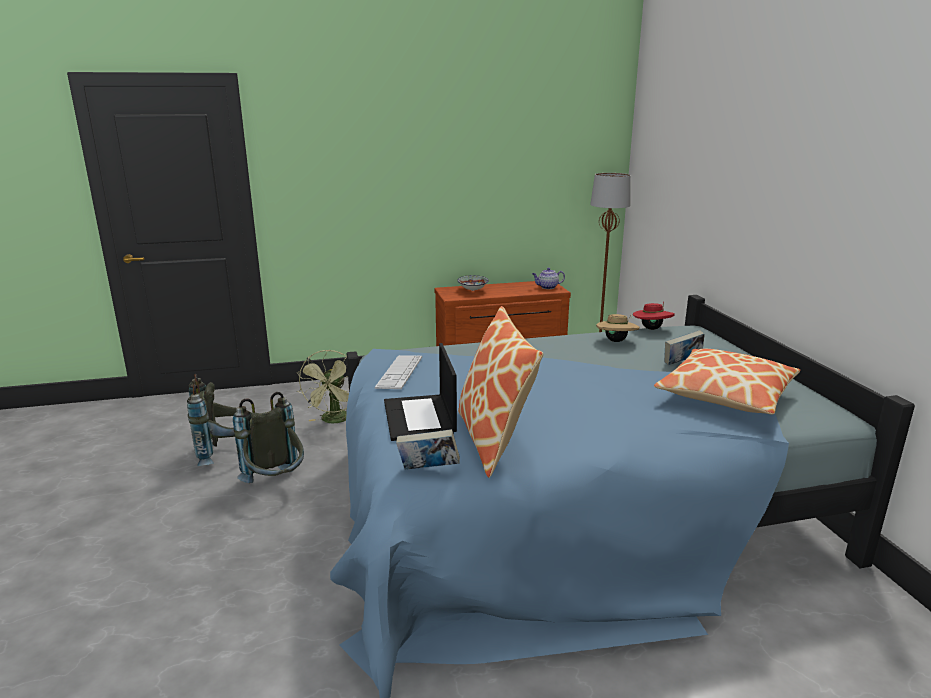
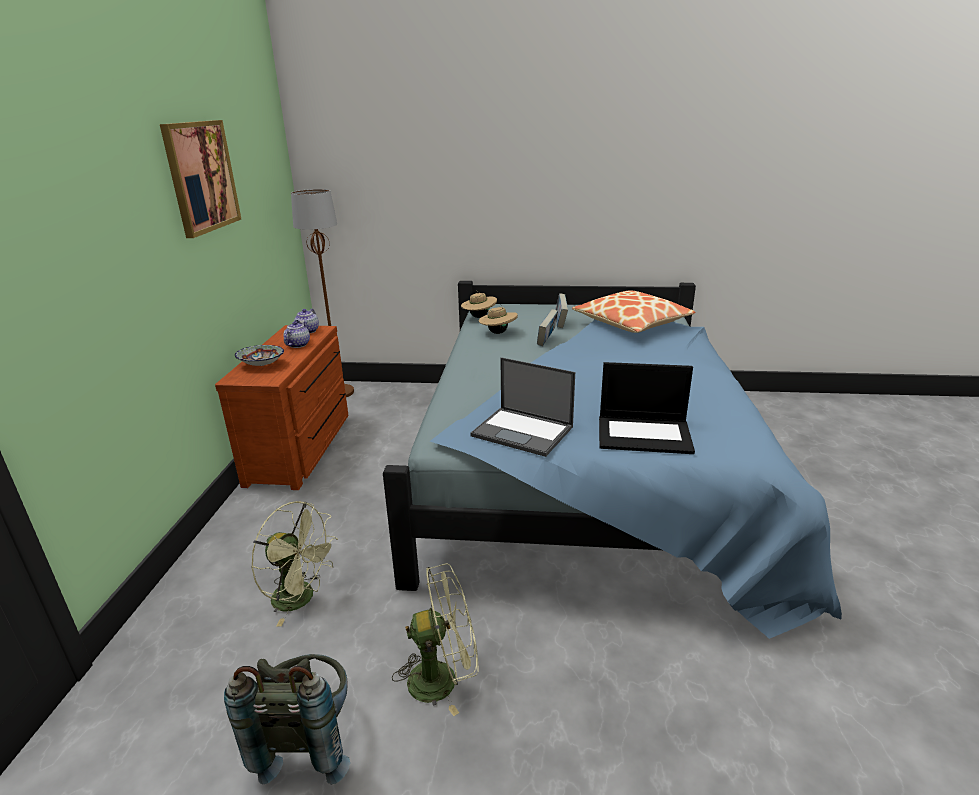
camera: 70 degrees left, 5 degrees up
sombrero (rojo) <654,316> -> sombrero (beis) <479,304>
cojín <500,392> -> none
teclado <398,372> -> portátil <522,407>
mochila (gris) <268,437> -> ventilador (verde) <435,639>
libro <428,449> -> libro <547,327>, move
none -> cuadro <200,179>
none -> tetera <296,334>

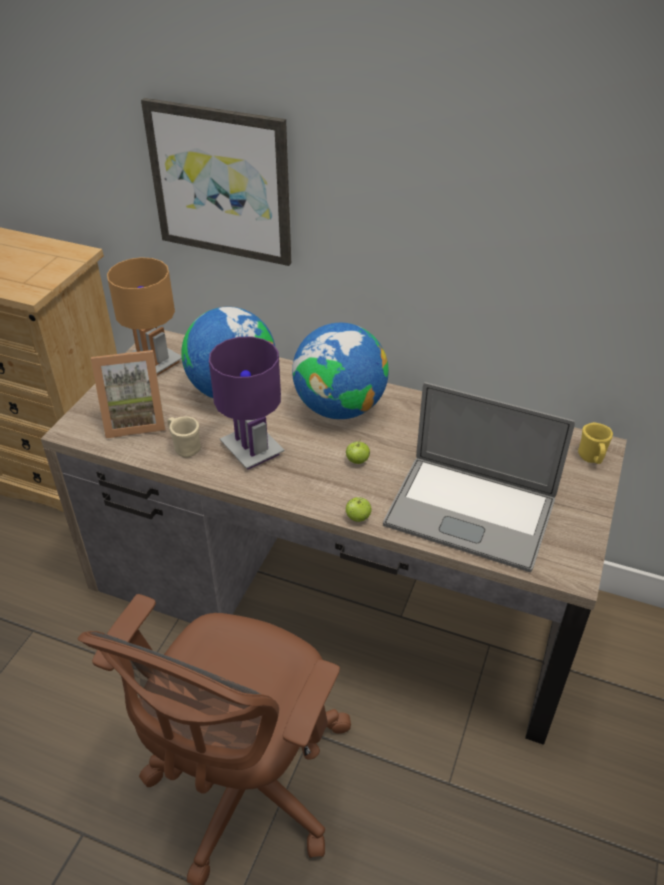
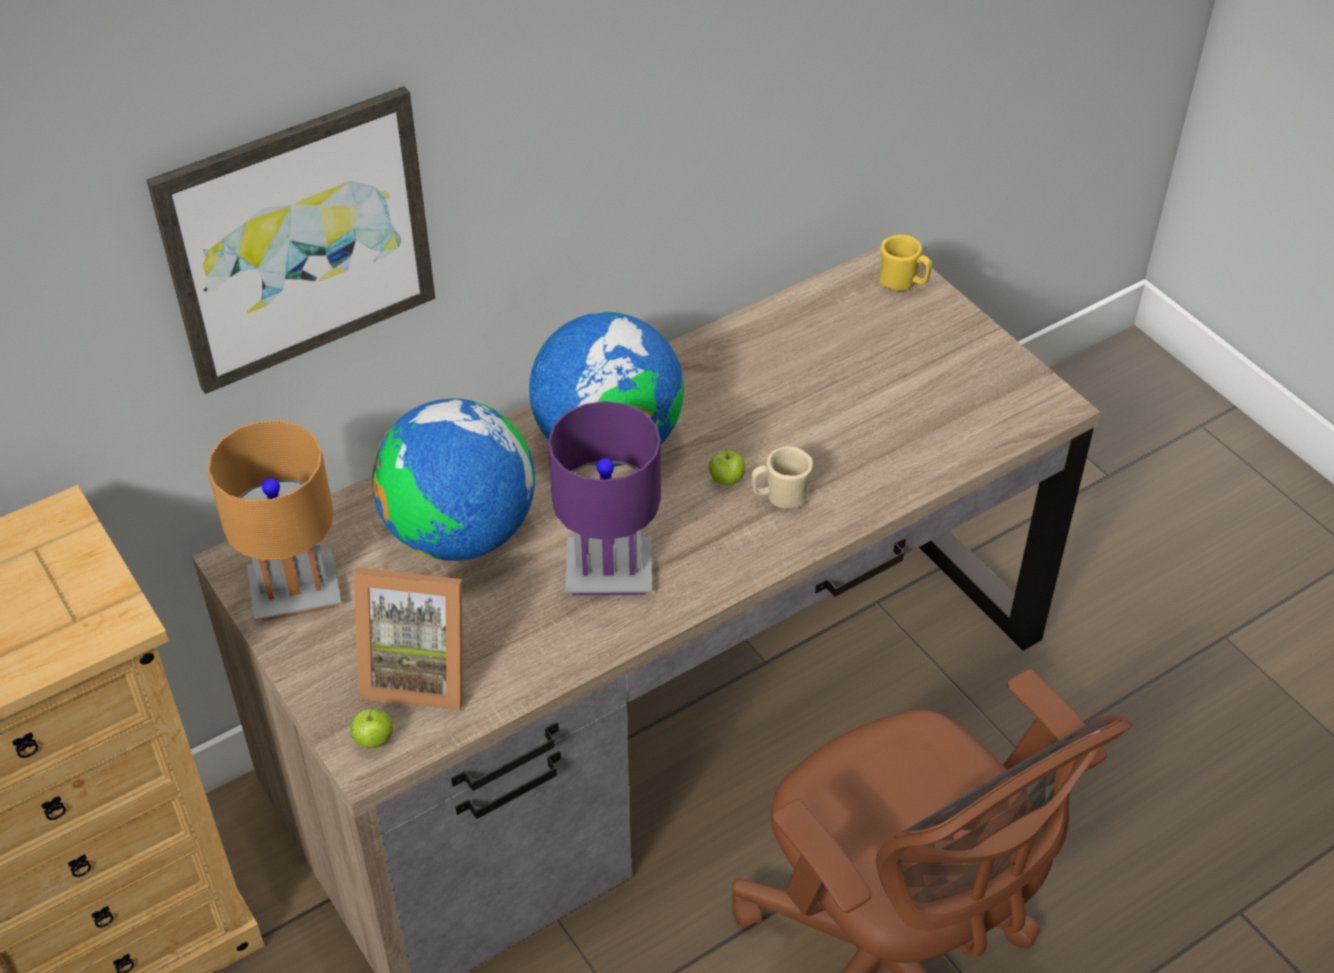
camera: 55 degrees left, 5 degrees up
portarretratos <128,394> -> portarretratos <408,639>, 75 degrees clockwise
portátil <479,477> -> none
taza grande (beis) <184,437> -> taza grande (beis) <782,477>, move
manzana <359,509> -> manzana <371,728>, move

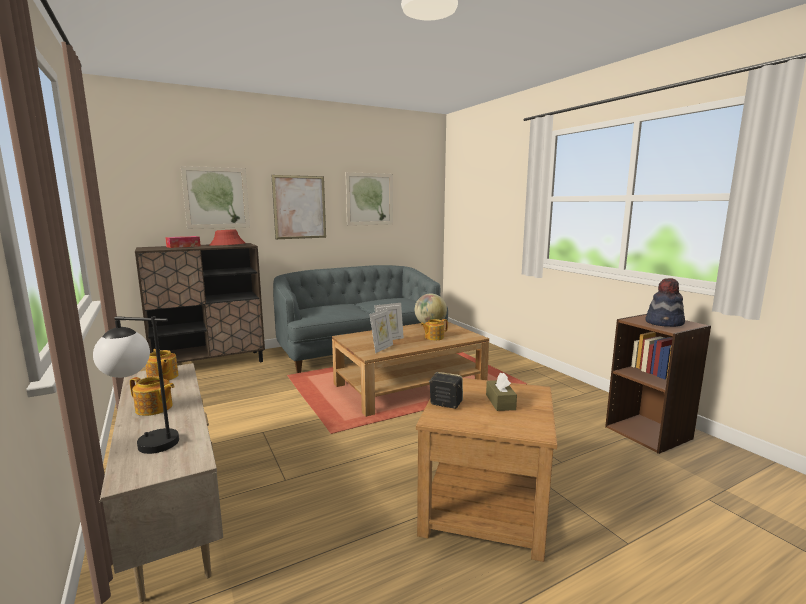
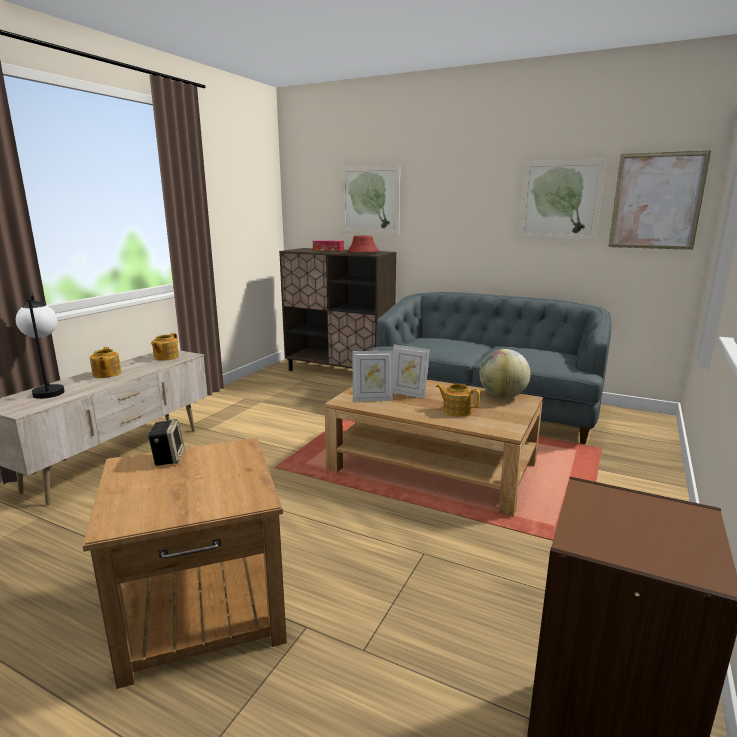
camera: 55 degrees right, 5 degrees up
cuadro <299,207> -> cuadro <659,200>, move
sombrero <665,302> -> none
caja de pañuelos (marrón) <501,392> -> none

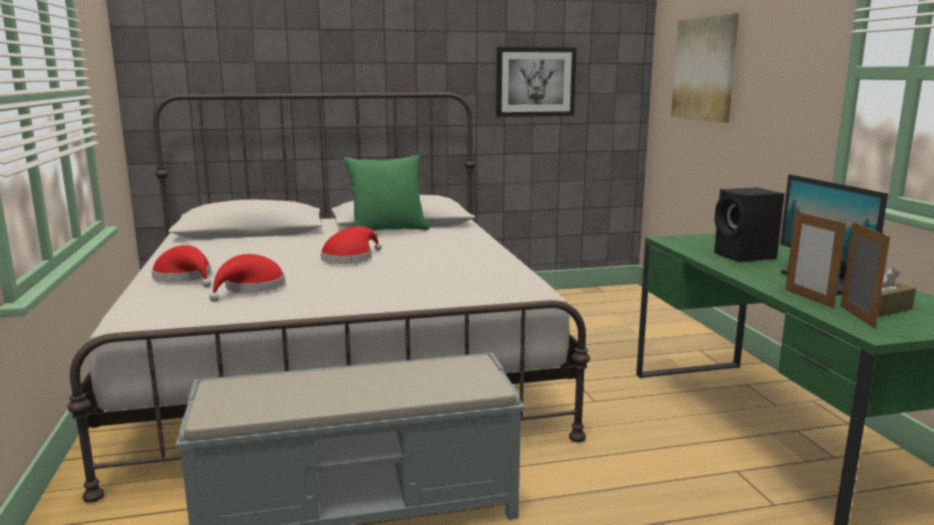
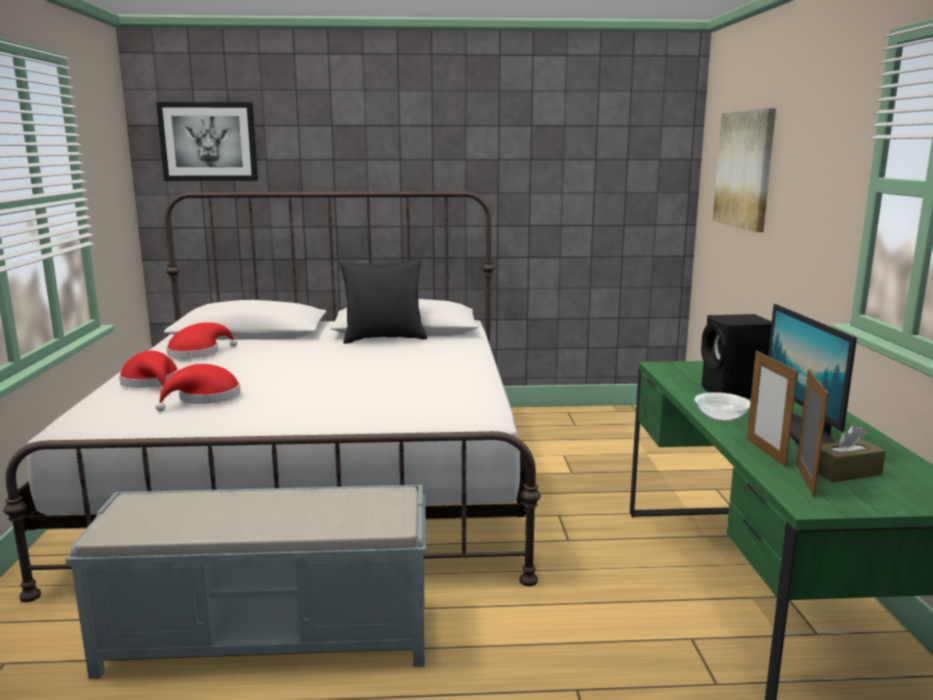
camera: 10 degrees right, 0 degrees up
cuadro <536,82> -> cuadro <207,141>, move
cojín (verde) <386,193> -> cojín (negro) <383,301>
sombrero (rojo) <351,245> -> sombrero (rojo) <201,340>, move
none -> cuenco <722,406>

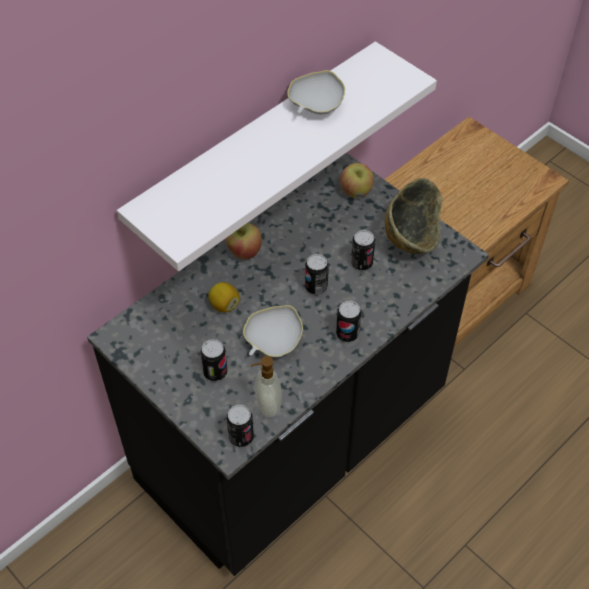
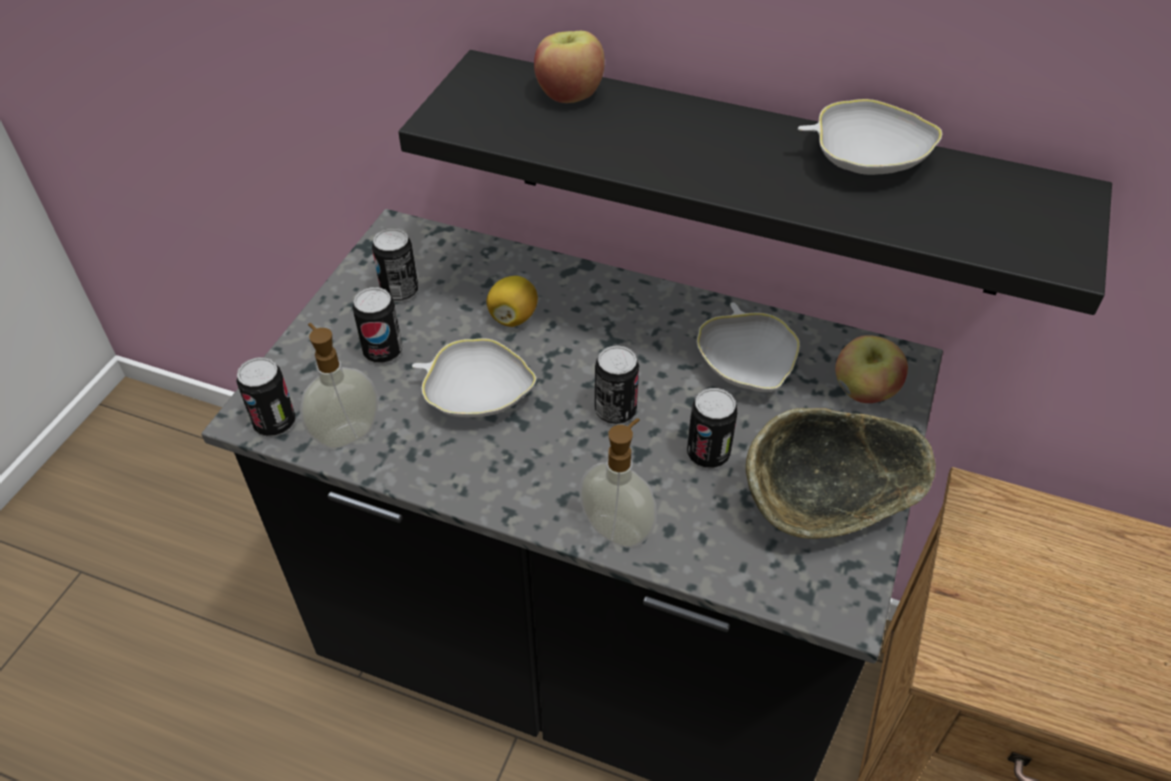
camera: 65 degrees right, 5 degrees down
estante (blanco) <277,156> -> estante (negro) <755,182>
manzana <244,241> -> manzana <569,67>, move
lata <348,321> -> lata <395,265>, move
none -> cuenco (blanco) <748,347>
none -> dispensador de jabón <618,483>

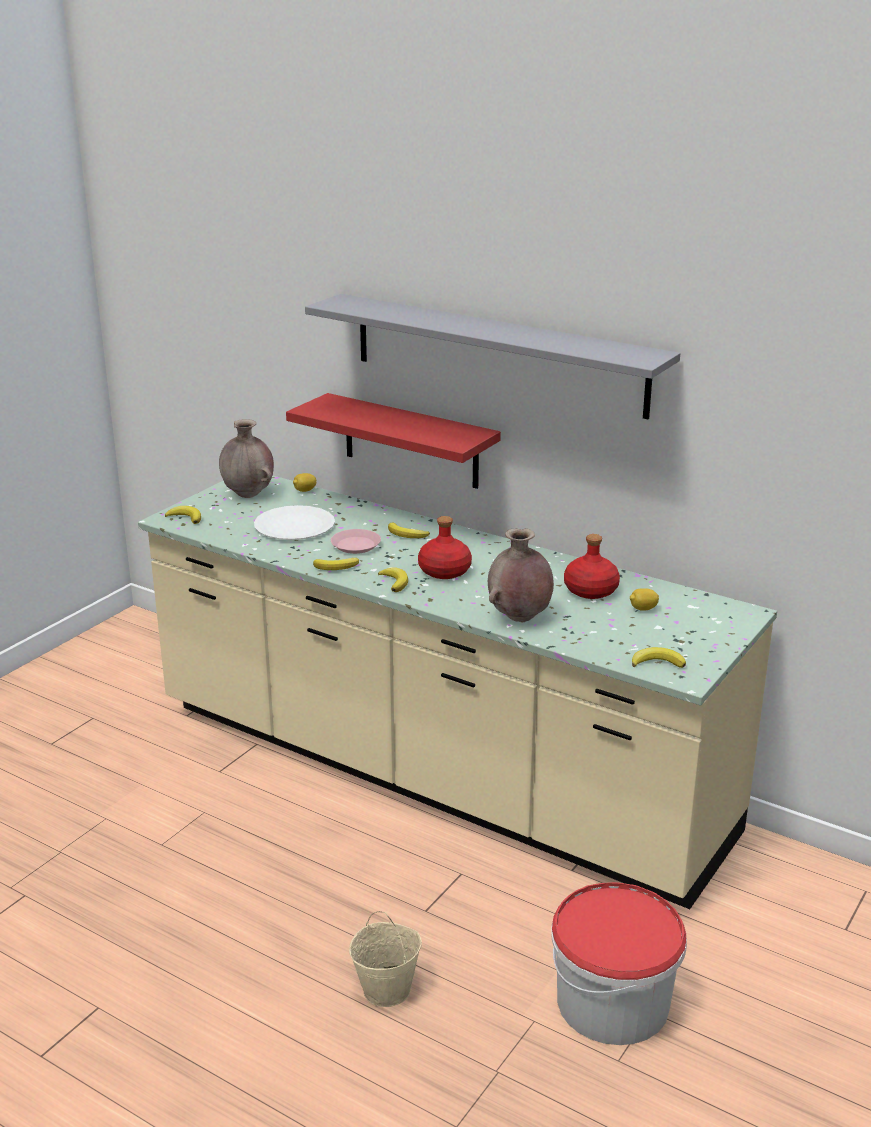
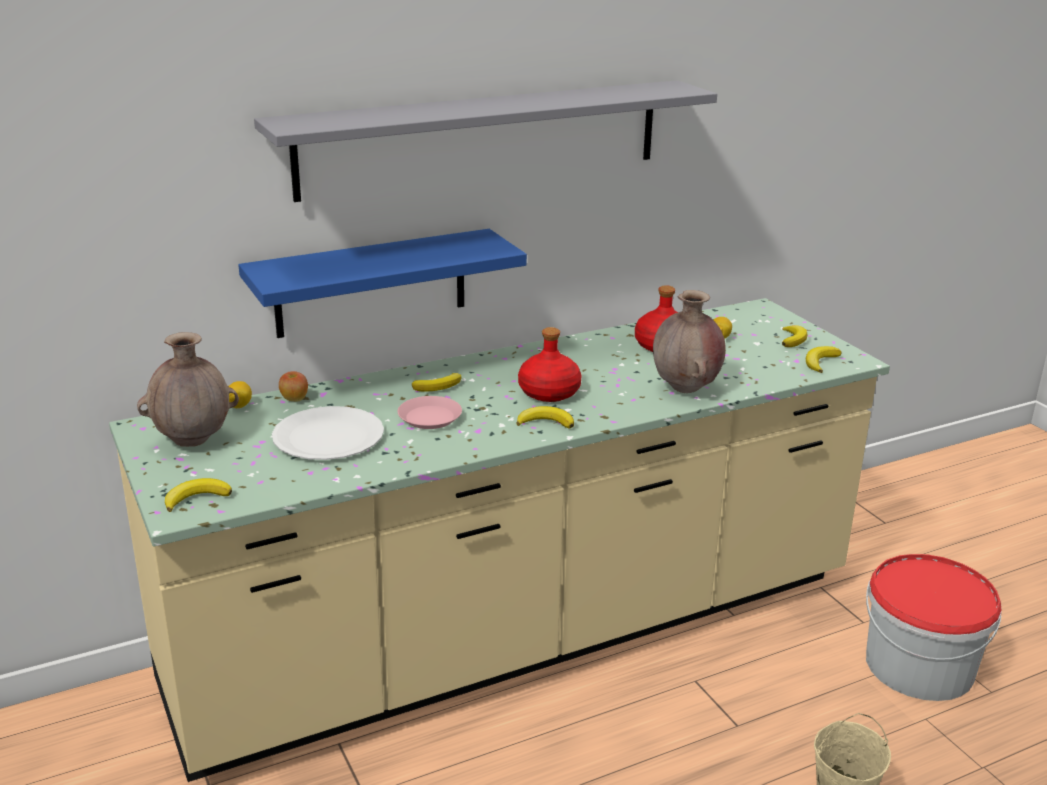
camera: 60 degrees left, 0 degrees up
estante (rojo) <393,441> -> estante (azul) <382,283>
plátano <336,564> -> plátano <794,336>, move
none -> manzana <293,386>

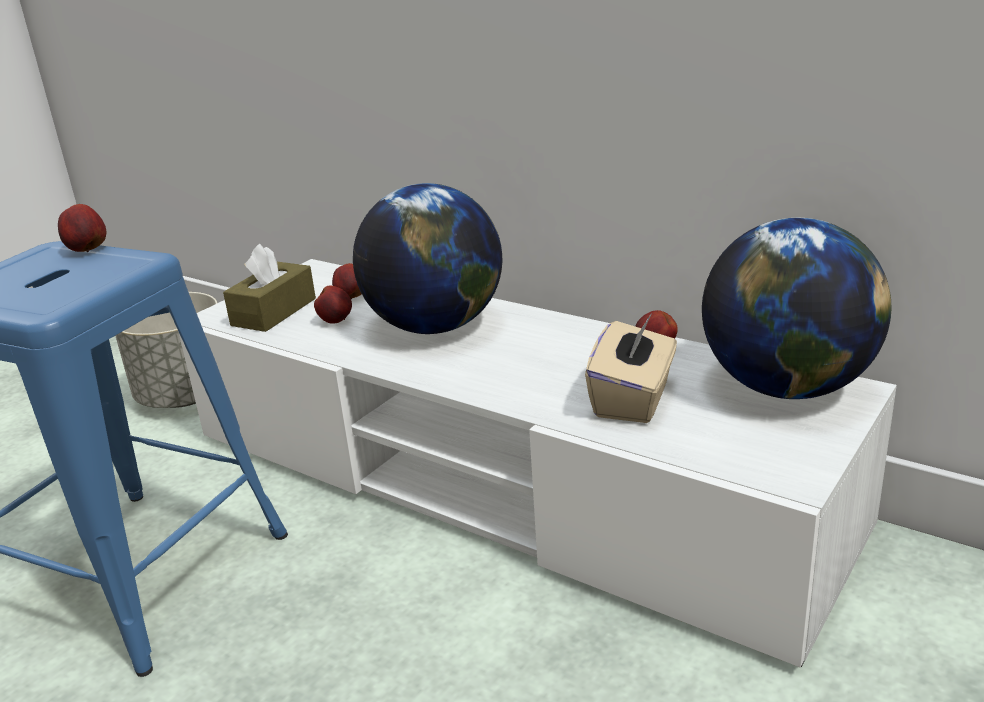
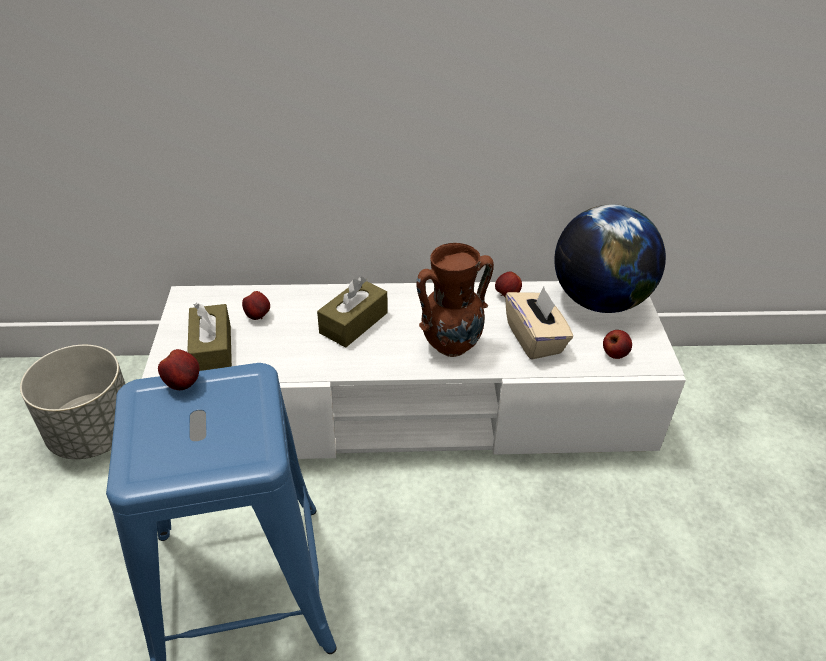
camera: 40 degrees left, 15 degrees up
globo terráqueo <427,258> -> caja de pañuelos (marrón) <352,311>
manzana <333,305> -> manzana <617,344>, move
none -> florero (marrón) <455,300>

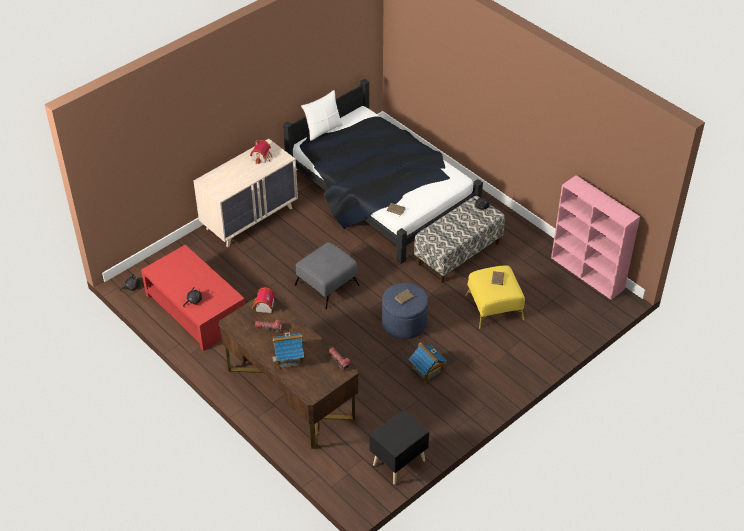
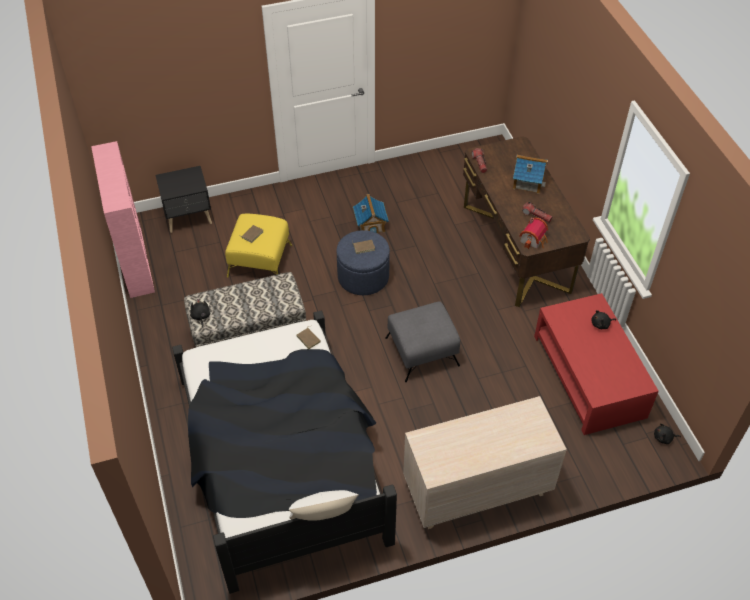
camera: 155 degrees left, 5 degrees up
casita <261,152> -> none
mesita de noche (negro) <399,447> -> mesita de noche (negro) <184,199>, move

